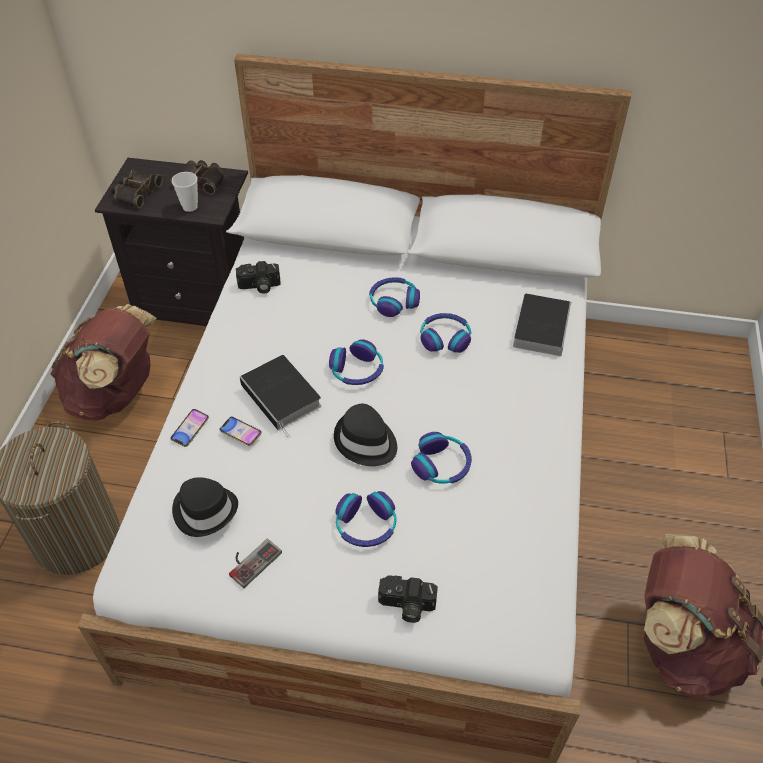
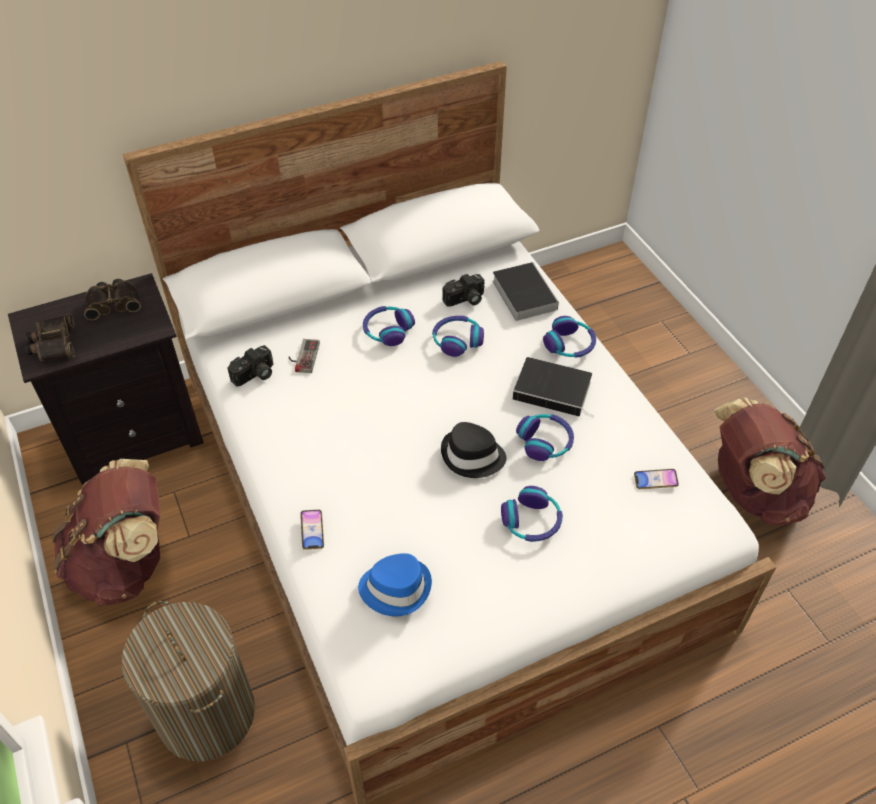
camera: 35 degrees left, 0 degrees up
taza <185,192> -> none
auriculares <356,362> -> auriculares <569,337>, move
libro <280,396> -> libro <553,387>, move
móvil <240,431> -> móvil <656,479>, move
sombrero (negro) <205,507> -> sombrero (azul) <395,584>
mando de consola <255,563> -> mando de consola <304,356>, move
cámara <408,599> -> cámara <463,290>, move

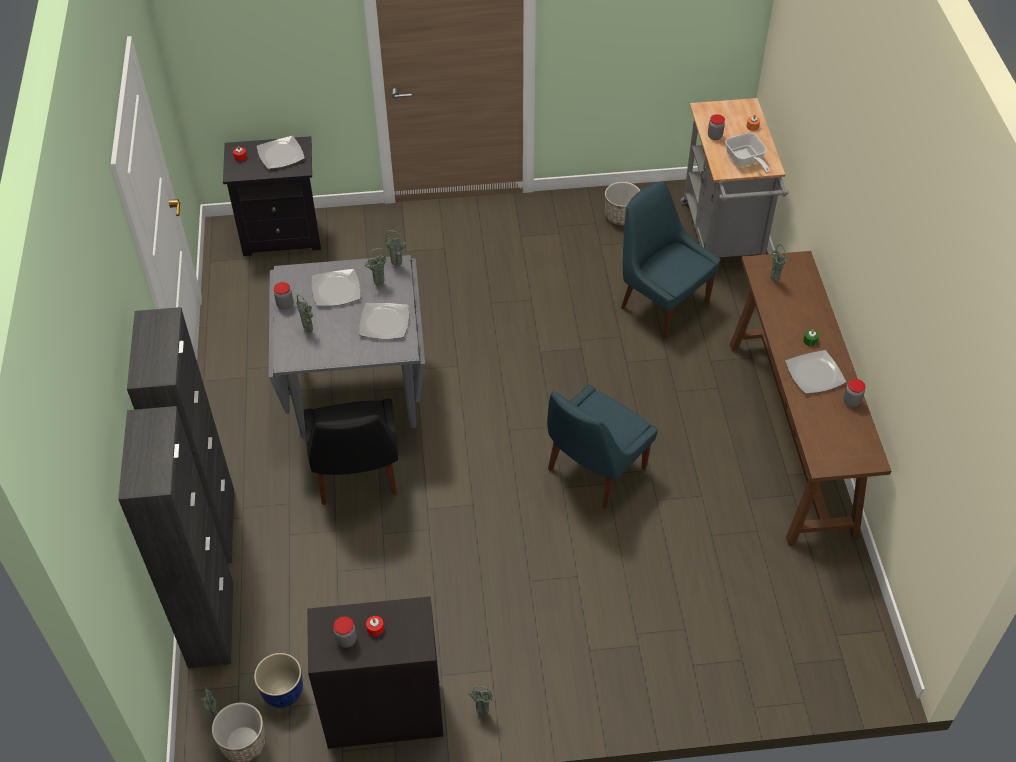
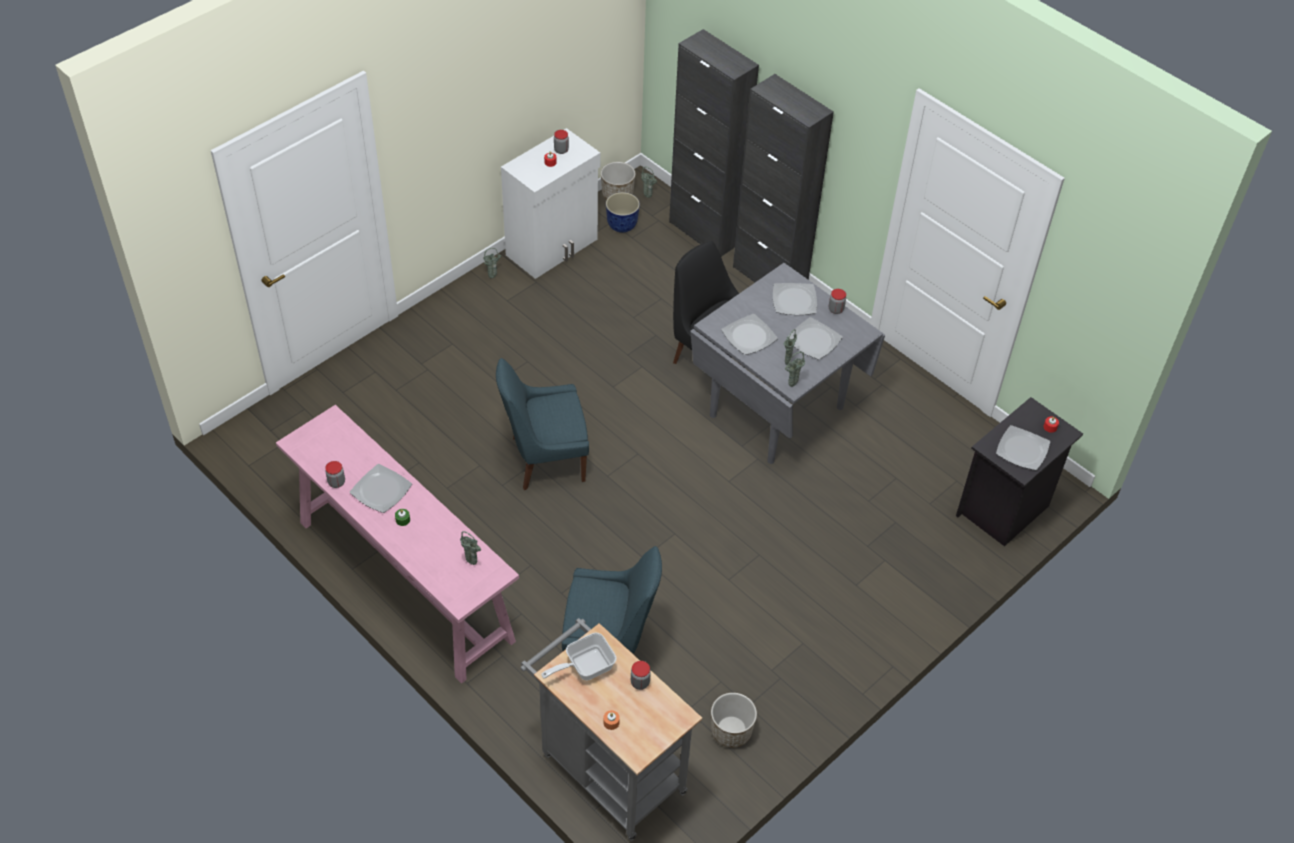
camera: 140 degrees right, 0 degrees up
sartén <747,153> -> sartén <579,656>, 60 degrees counterclockwise
mesa consola (marrón) <810,398> -> mesa consola (rosa) <397,544>
florero (verde) <305,313> -> plato <795,299>
silla (azul) <602,447> -> silla (azul) <542,424>, 105 degrees counterclockwise
armario (negro) <375,672> -> armario (blanco) <550,203>

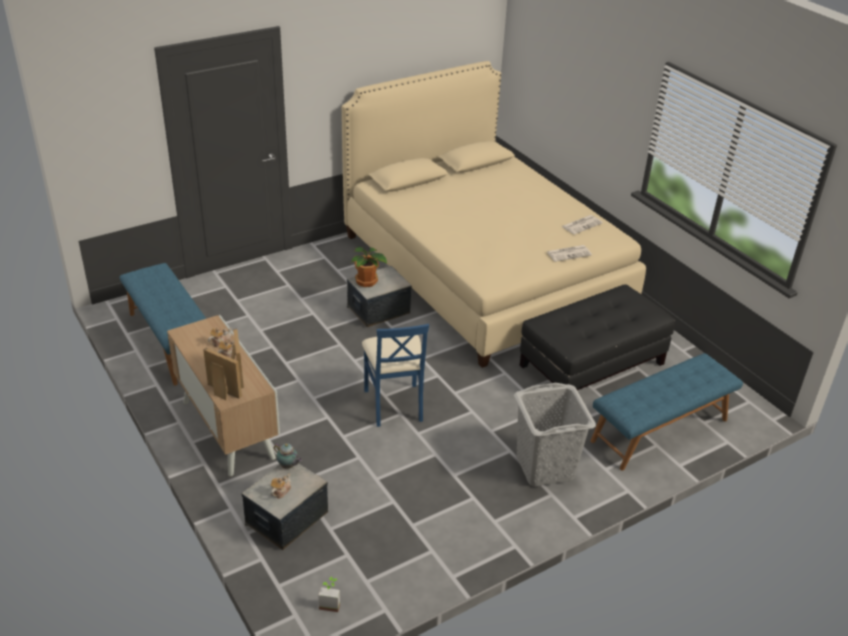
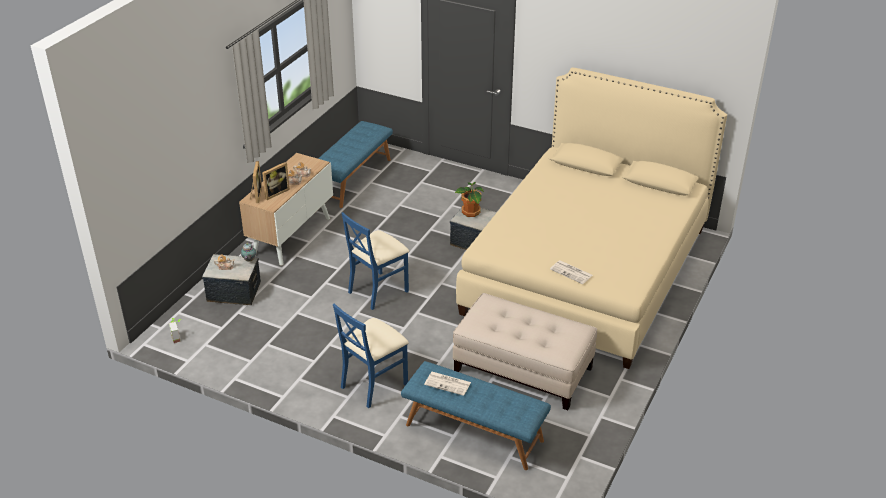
camera: 60 degrees right, 0 degrees up
periódico <582,224> -> periódico <447,384>, move
puf (negro) <598,337> -> puf (beis) <525,351>
cesto de la ropa (gris) <555,434> -> silla (azul) <371,355>

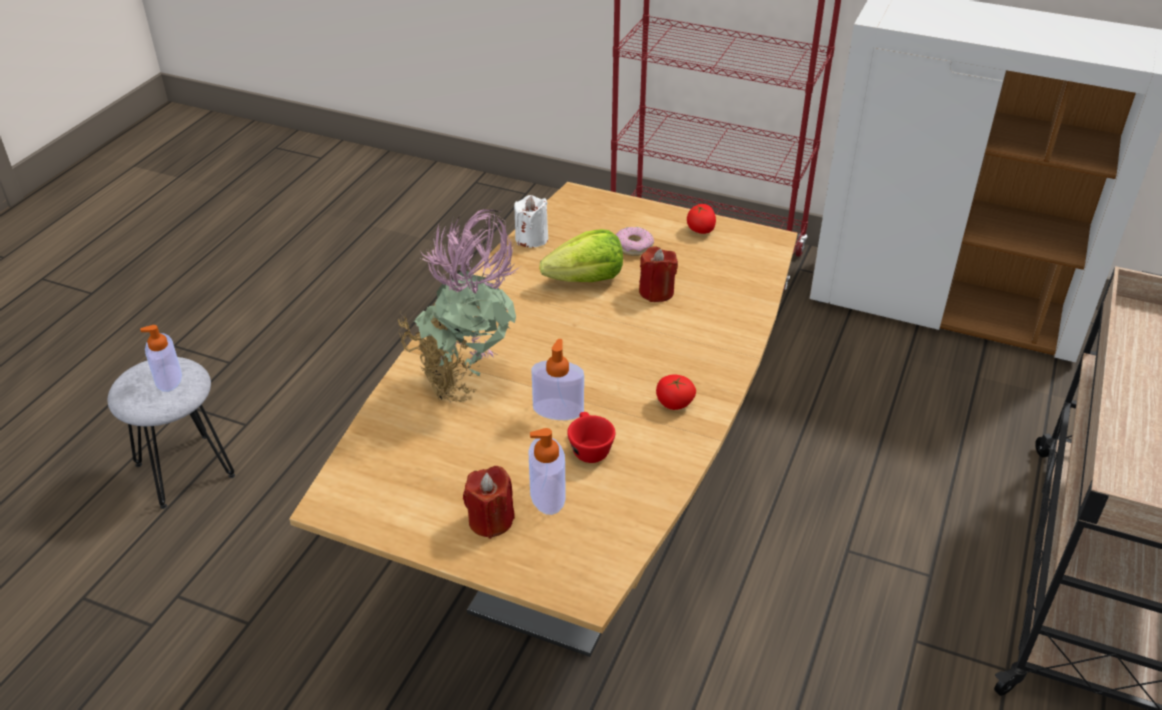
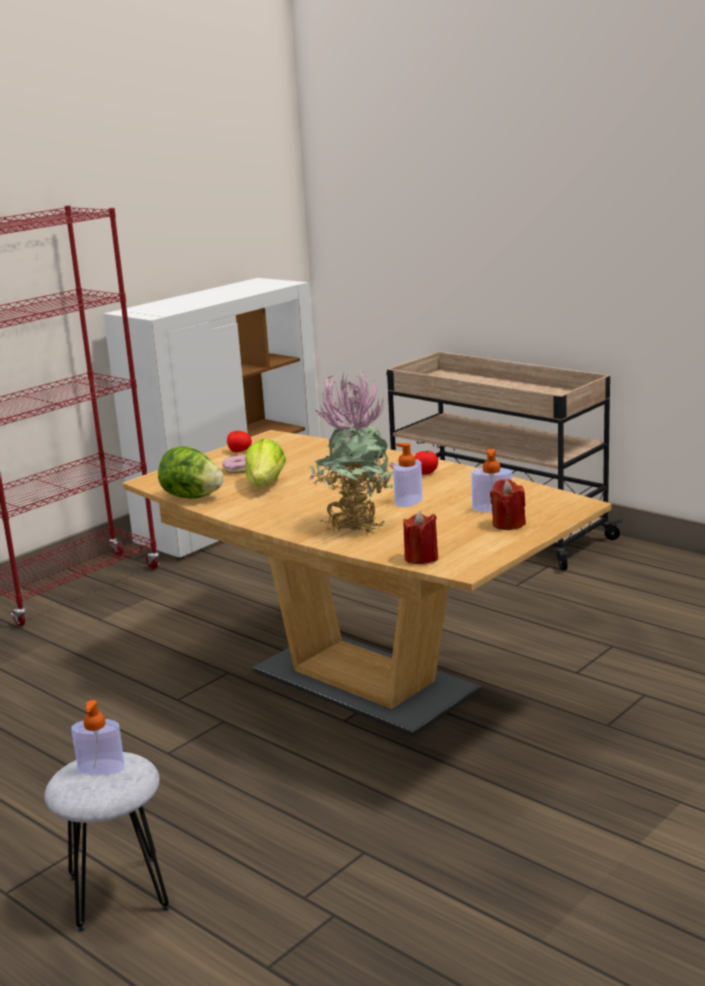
camera: 70 degrees left, 20 degrees down
vela (blanco) <531,221> -> lechuga <191,472>
vela (rojo) <658,274> -> vela (rojo) <420,537>, move
taza (rojo) <591,437> -> none

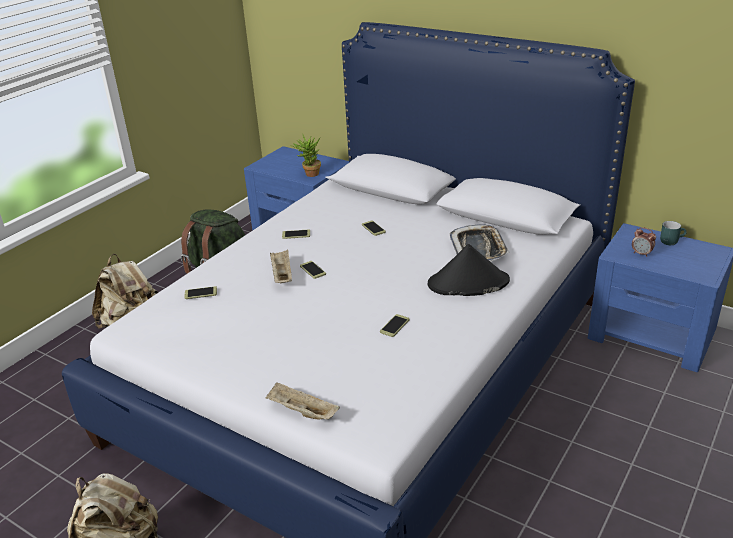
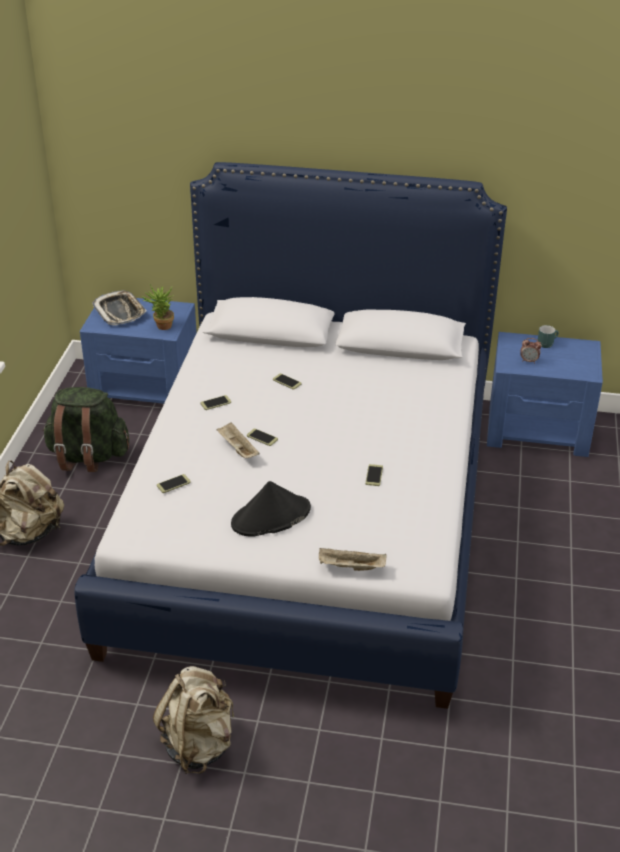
camera: 25 degrees left, 5 degrees up
bandeja <479,242> -> bandeja <119,308>, move
sombrero (negro) <469,270> -> sombrero (negro) <271,509>, move

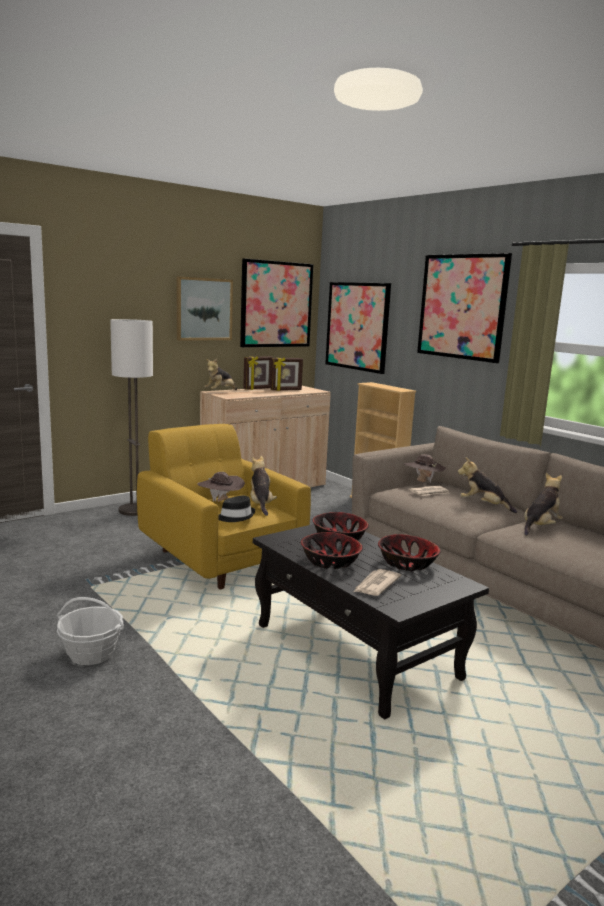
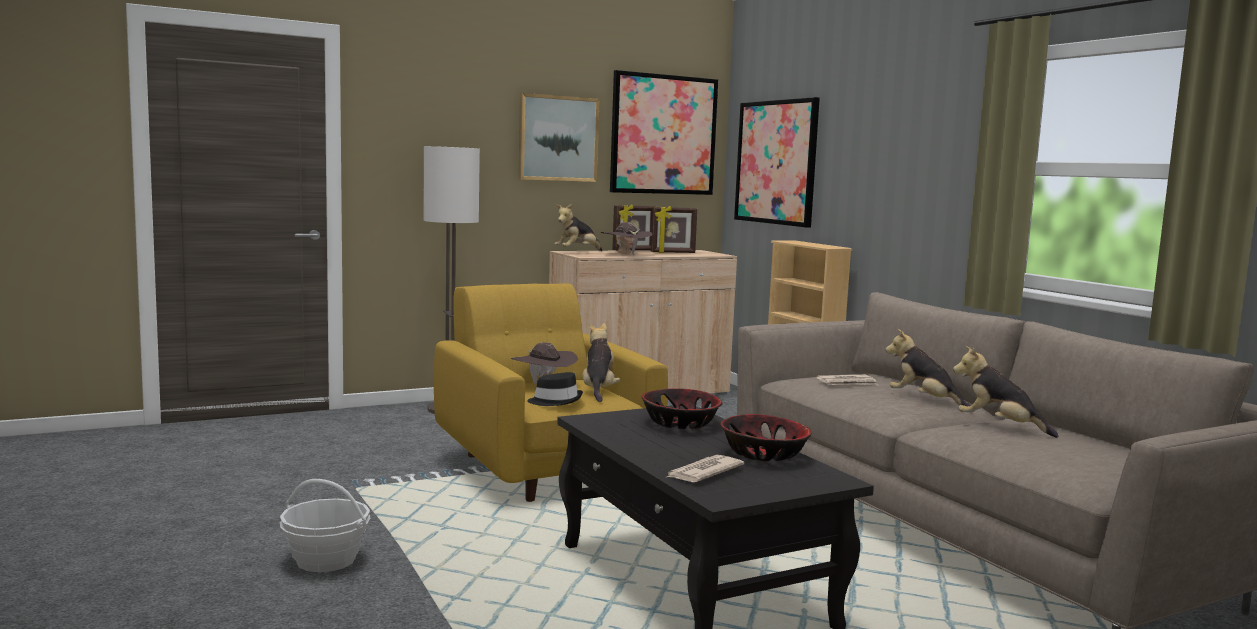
camera: 10 degrees right, 5 degrees down
cuadro <464,308> -> none
sombrero (marrón) <425,468> -> sombrero (marrón) <627,239>, move
peluche <543,504> -> peluche <1005,392>, 105 degrees counterclockwise
cuenco <332,550> -> none

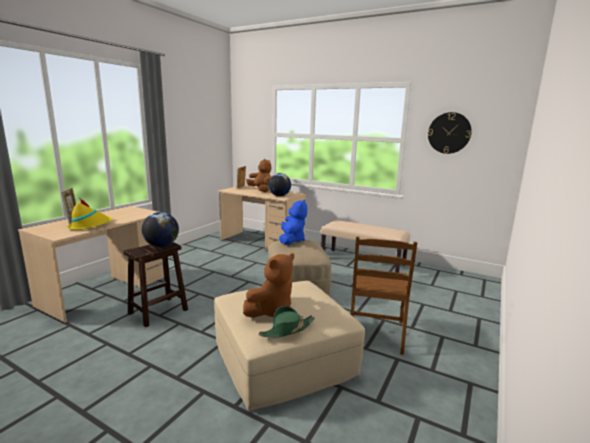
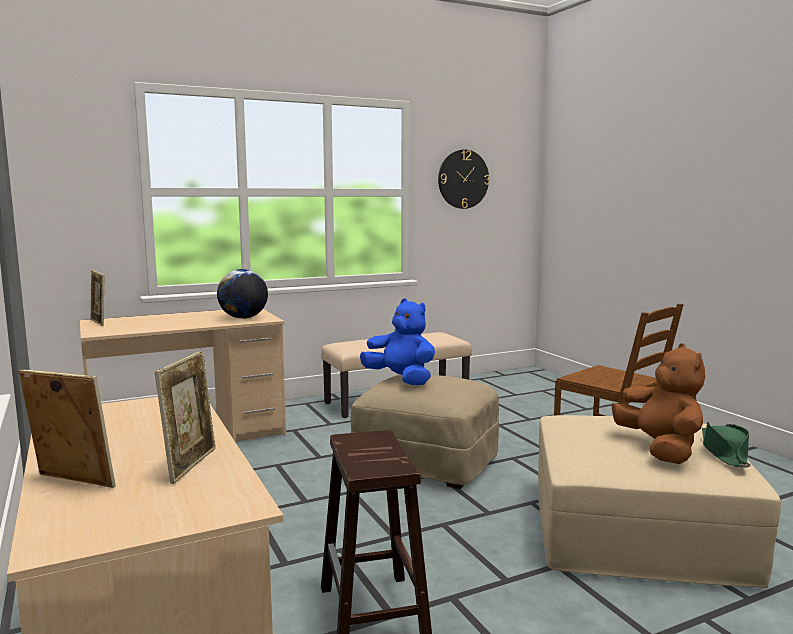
camera: 55 degrees left, 5 degrees down
peluche (marrón) <258,175> -> none
sombrero (amarillo) <89,214> -> portarretratos <185,417>
globo terráqueo <160,229> -> none

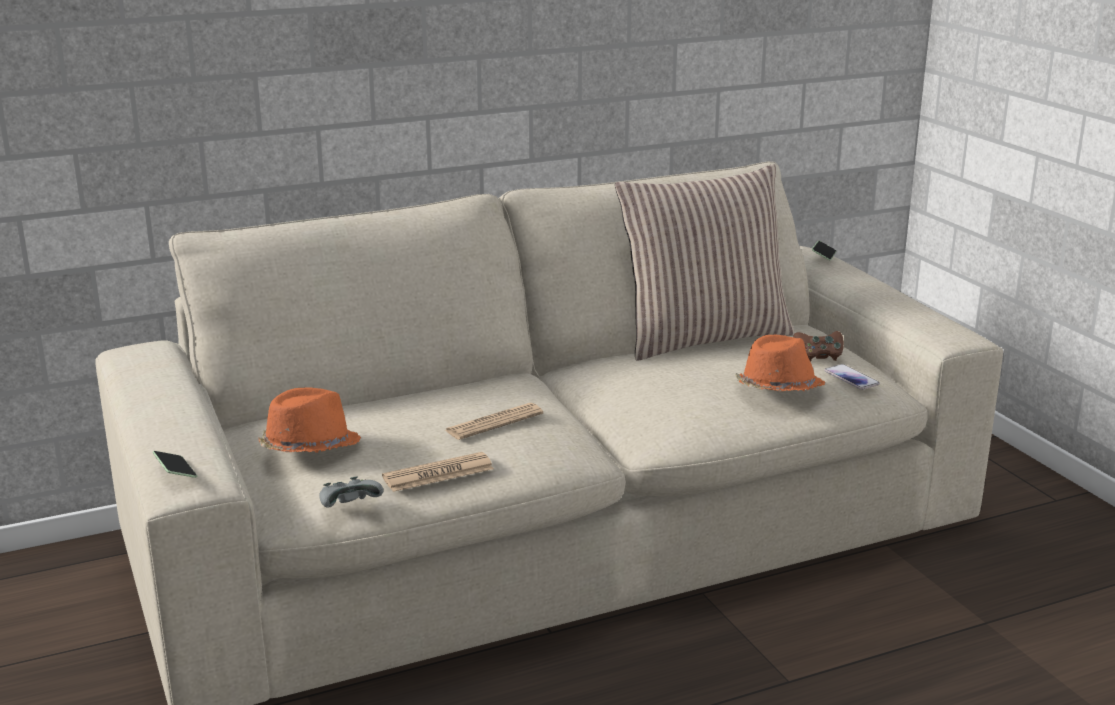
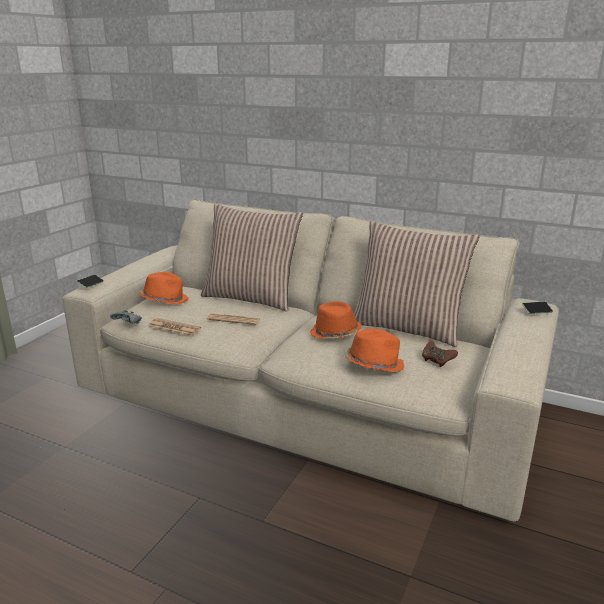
camera: 50 degrees right, 0 degrees up
móvil <852,377> -> none
none -> cojín <252,258>
none -> sombrero (naranja) <336,319>

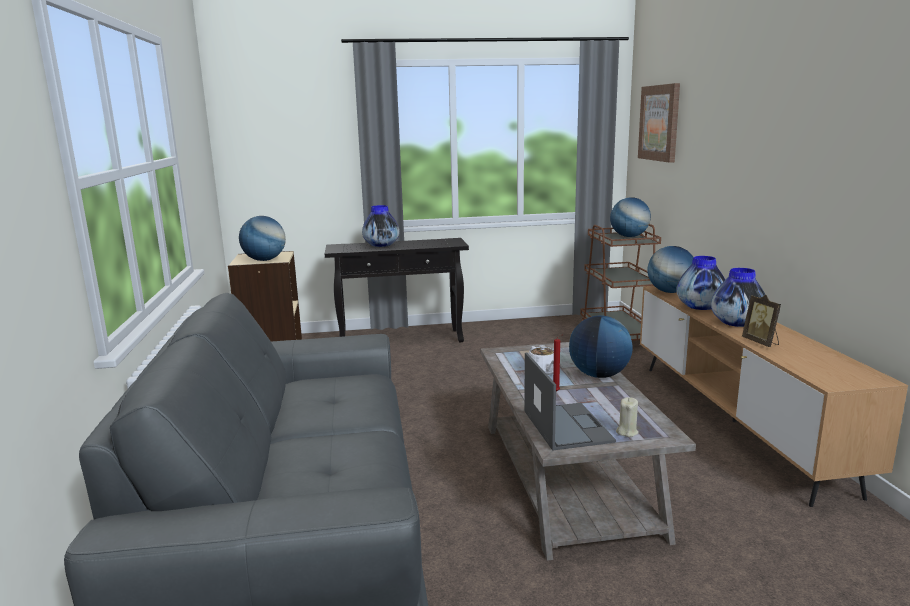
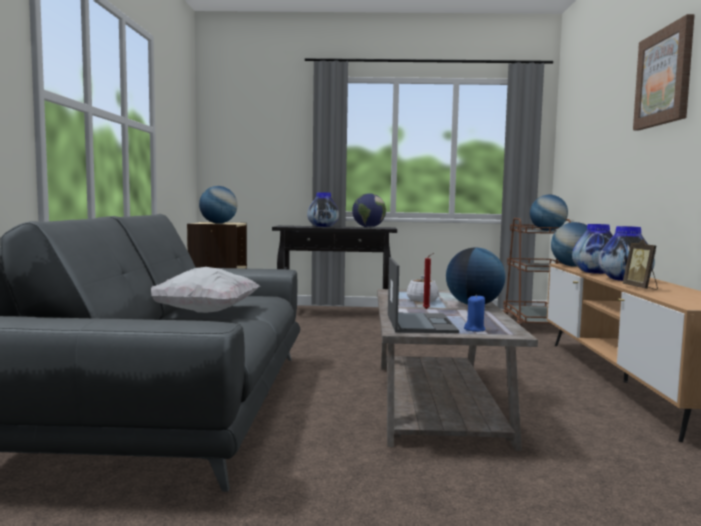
camera: 10 degrees right, 10 degrees down
cuadro <659,123> -> cuadro <664,72>, move
vela (beis) <627,417> -> vela (azul) <475,313>
none -> globo terráqueo <369,210>
none -> cojín (blanco) <205,290>

